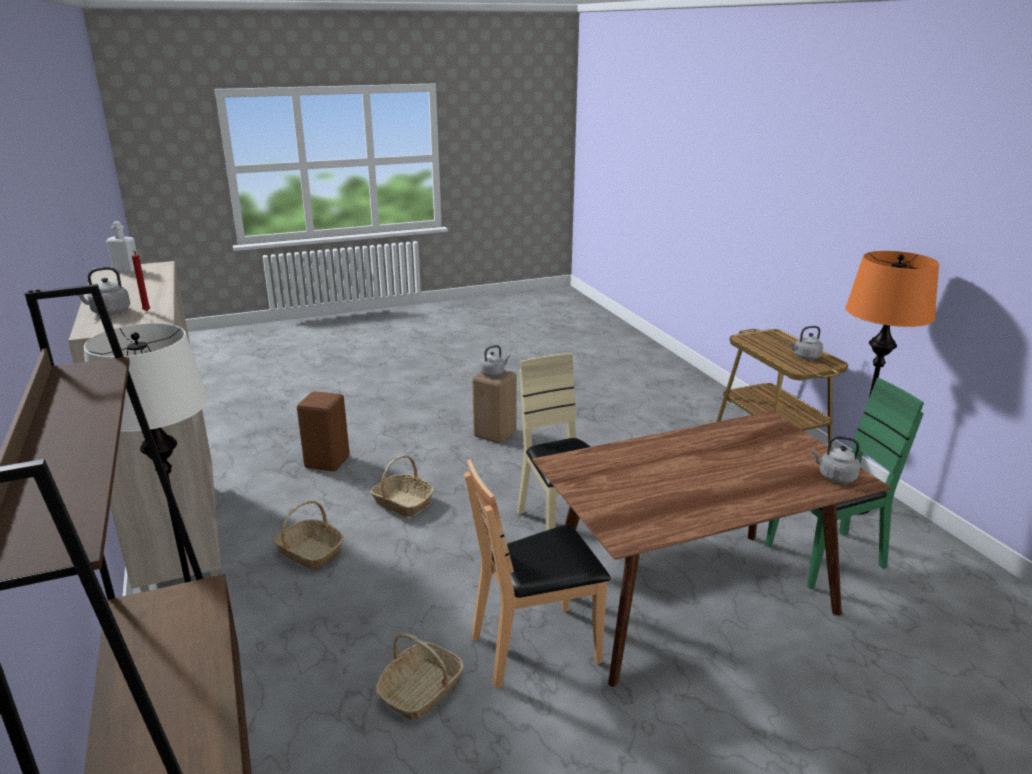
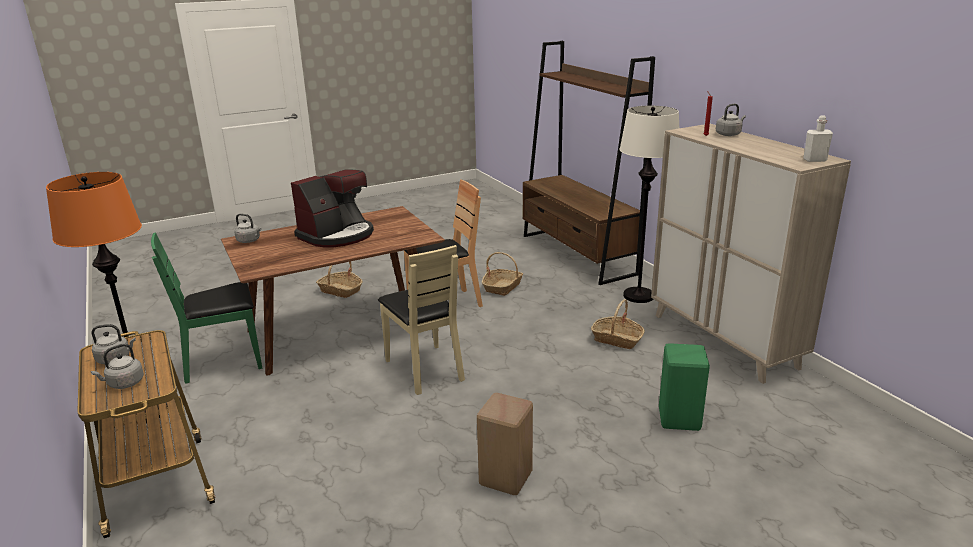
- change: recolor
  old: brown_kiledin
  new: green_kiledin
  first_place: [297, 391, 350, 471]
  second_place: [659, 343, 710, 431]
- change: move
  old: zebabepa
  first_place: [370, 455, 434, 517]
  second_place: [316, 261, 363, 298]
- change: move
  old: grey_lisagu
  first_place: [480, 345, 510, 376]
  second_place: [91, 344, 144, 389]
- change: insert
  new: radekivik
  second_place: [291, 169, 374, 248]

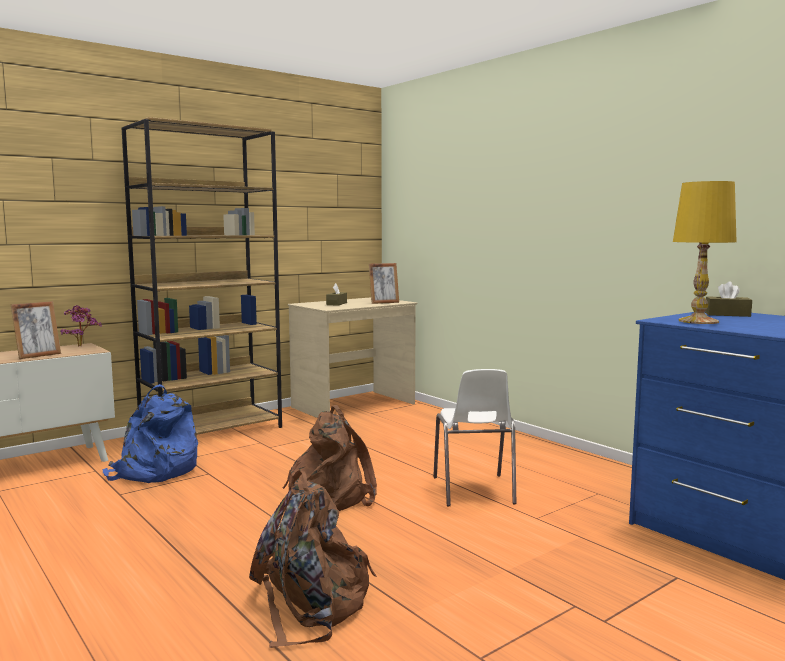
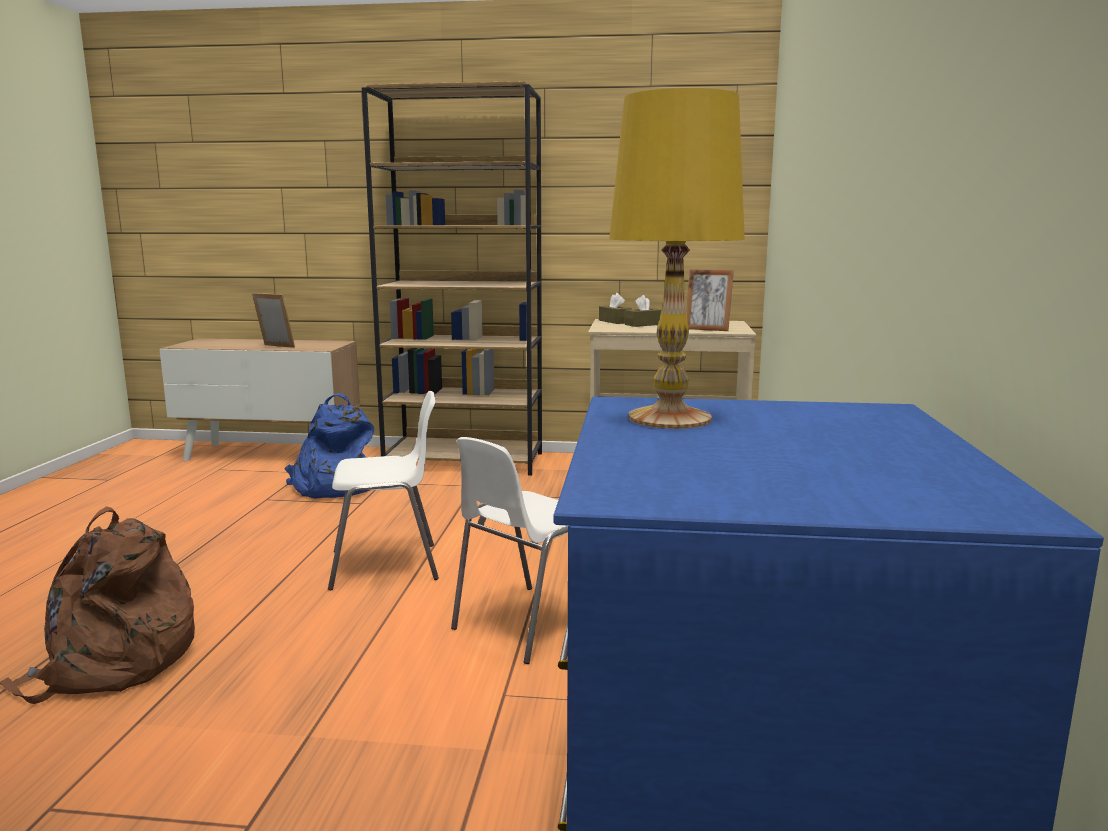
- change: rotate
  old: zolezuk
  first_place: [11, 301, 61, 359]
  second_place: [252, 293, 295, 348]
  degrees: -150
- change: delete
  old: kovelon
  first_place: [60, 305, 102, 347]
- change: replace
  old: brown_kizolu
  new: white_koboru
  first_place: [283, 405, 377, 511]
  second_place: [328, 391, 439, 590]
- change: move
  old: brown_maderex
  first_place: [705, 281, 752, 317]
  second_place: [599, 293, 632, 324]

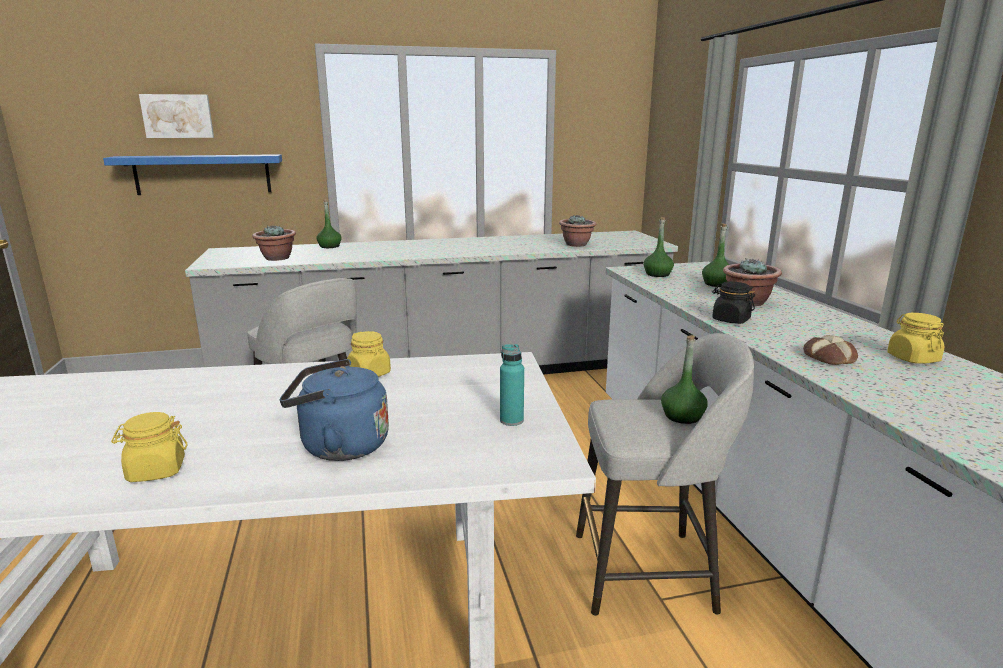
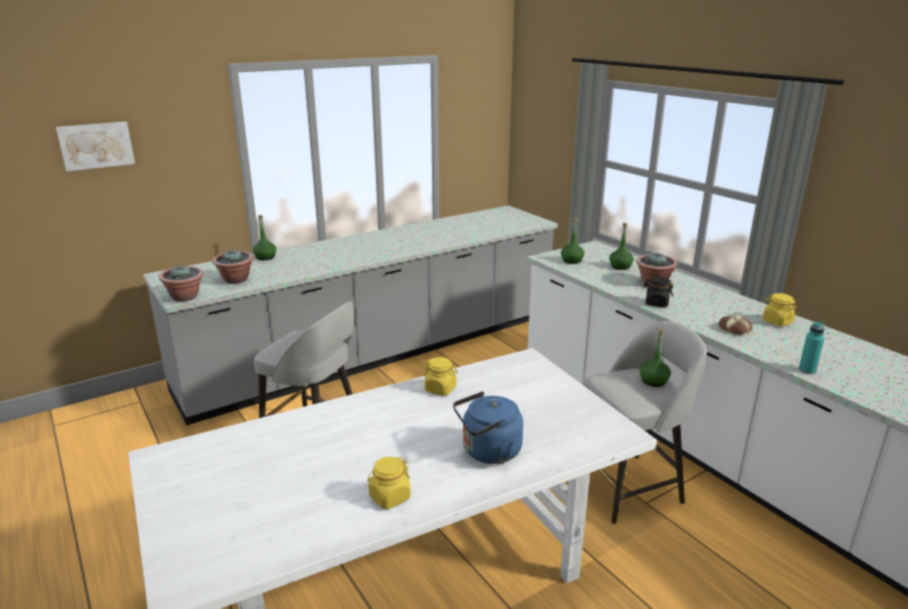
- change: delete
  old: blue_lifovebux
  first_place: [103, 154, 282, 195]
- change: move
  old: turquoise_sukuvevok
  first_place: [500, 344, 524, 426]
  second_place: [799, 321, 825, 374]
- change: move
  old: kovelon
  first_place: [559, 215, 596, 247]
  second_place: [159, 265, 203, 302]

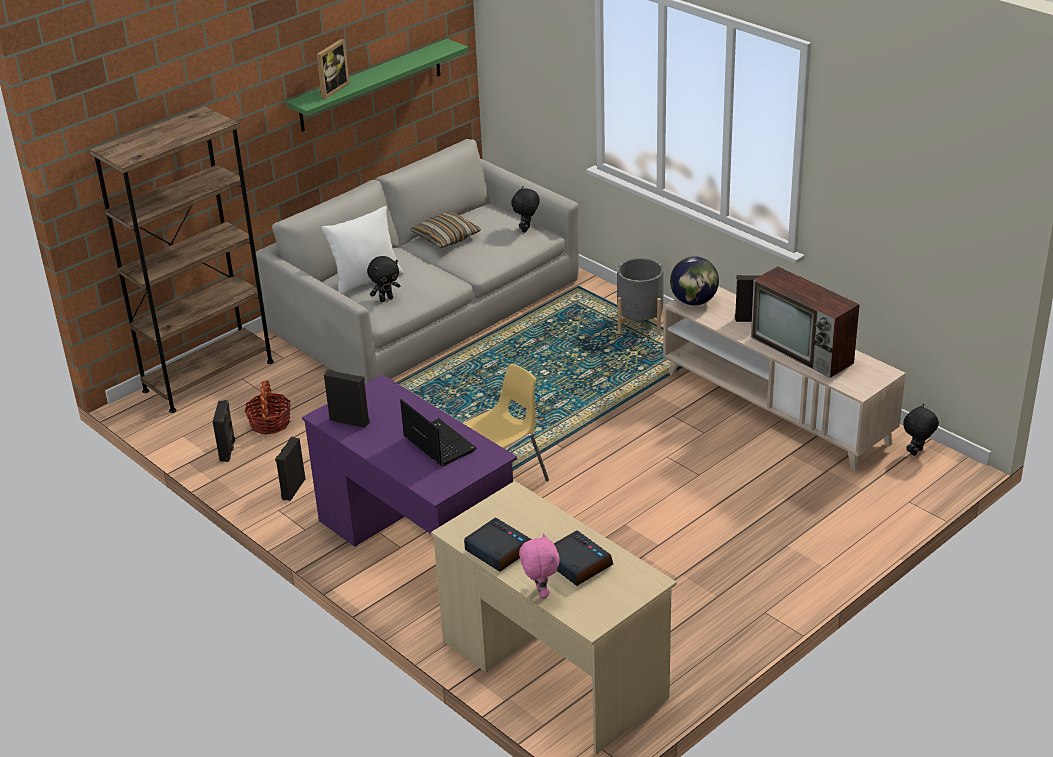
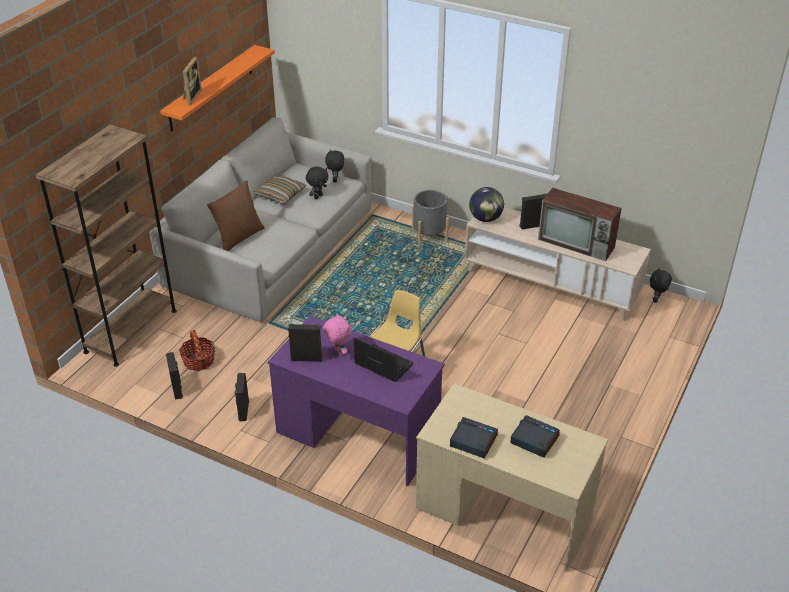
- change: recolor
  old: green_lifovebux
  new: orange_lifovebux
  first_place: [286, 39, 468, 132]
  second_place: [160, 45, 275, 132]
- change: recolor
  old: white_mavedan
  new: brown_mavedan
  first_place: [322, 206, 404, 294]
  second_place: [207, 180, 265, 251]
- change: move
  old: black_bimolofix
  first_place: [367, 256, 400, 302]
  second_place: [306, 166, 329, 199]
- change: move
  old: pink_bimolofix
  first_place: [519, 533, 560, 599]
  second_place: [323, 313, 352, 356]

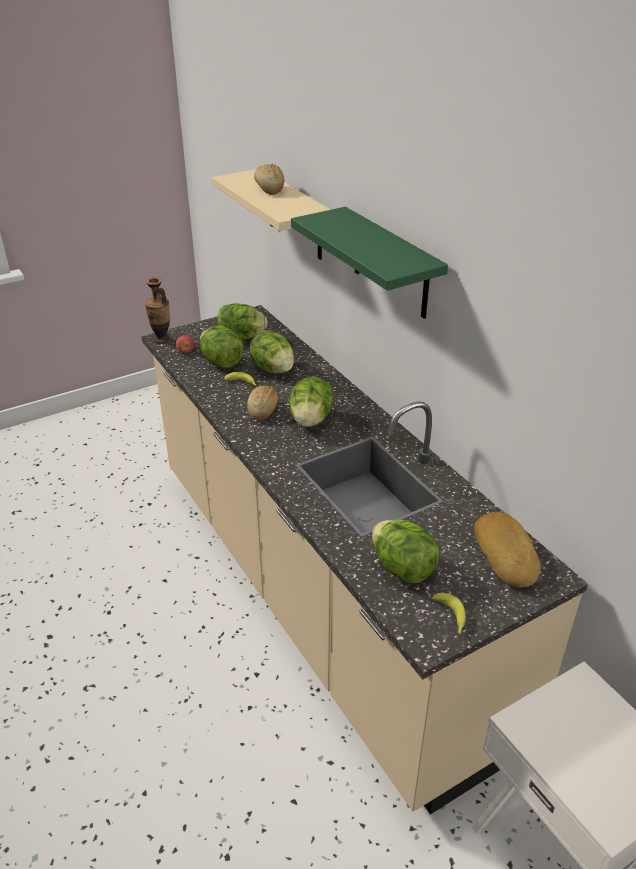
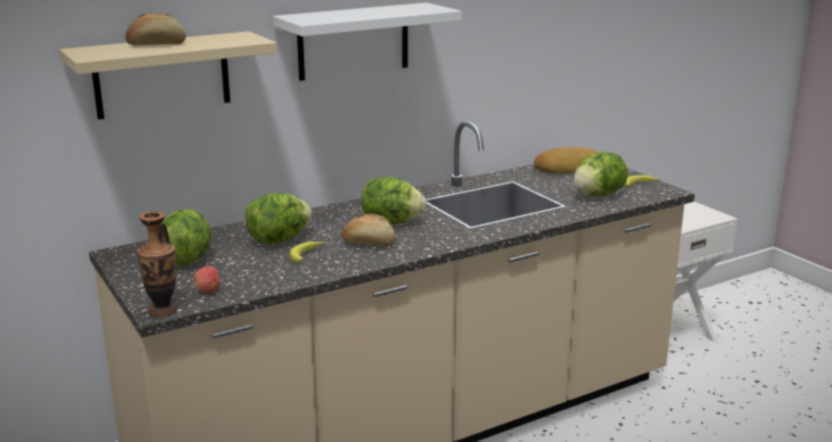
- change: delete
  old: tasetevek
  first_place: [200, 326, 244, 368]
- change: recolor
  old: green_lifovebux
  new: white_lifovebux
  first_place: [291, 207, 448, 319]
  second_place: [273, 3, 462, 81]

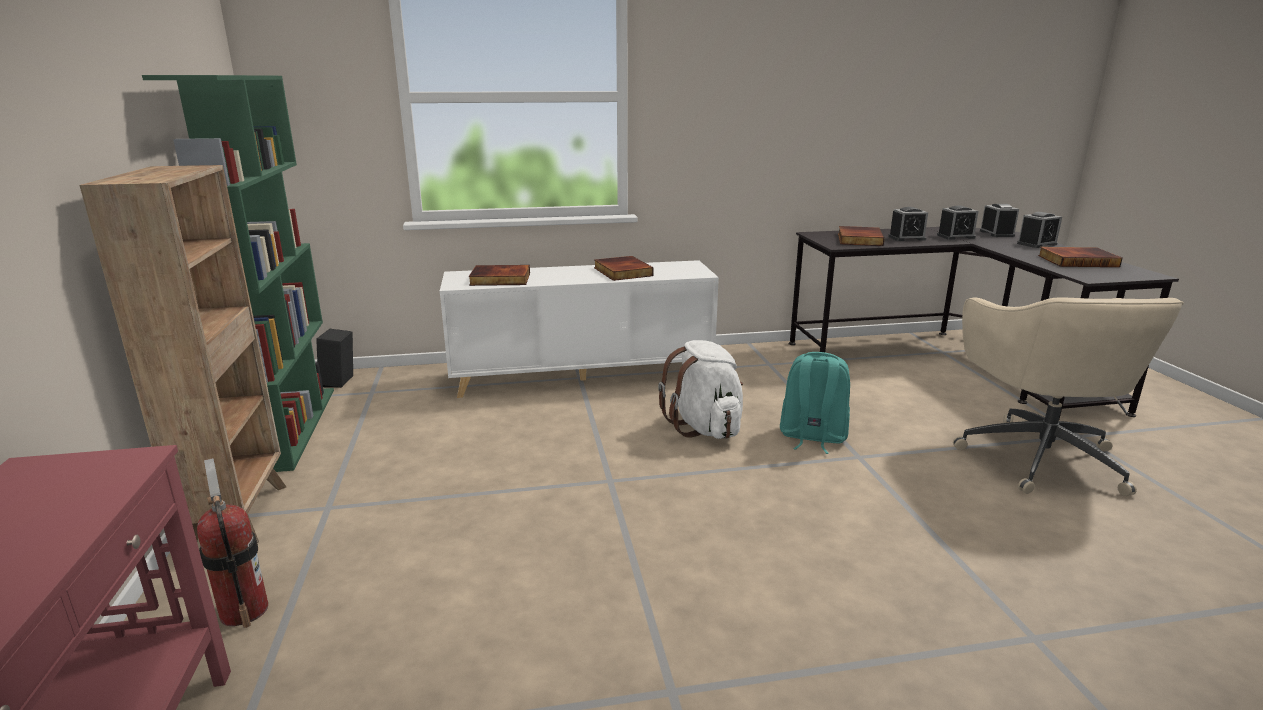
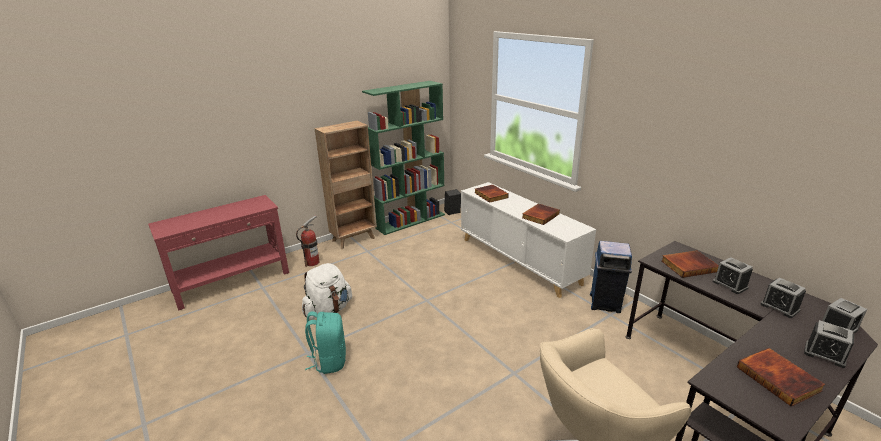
- change: move
  old: white_kizolu
  first_place: [658, 340, 743, 439]
  second_place: [302, 263, 352, 320]
- change: move
  old: turquoise_kizolu
  first_place: [780, 352, 850, 454]
  second_place: [305, 311, 346, 374]
- change: insert
  new: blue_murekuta
  second_place: [590, 241, 632, 313]

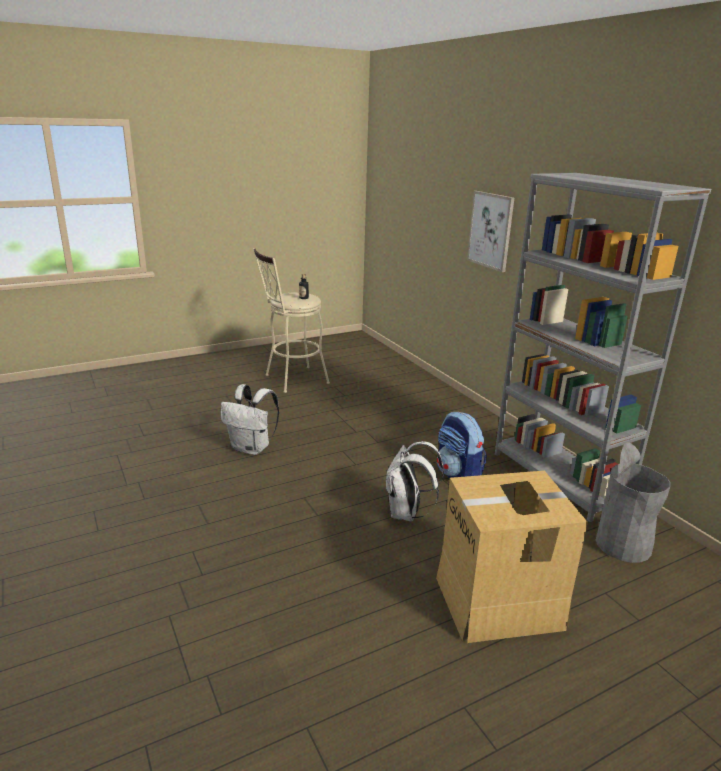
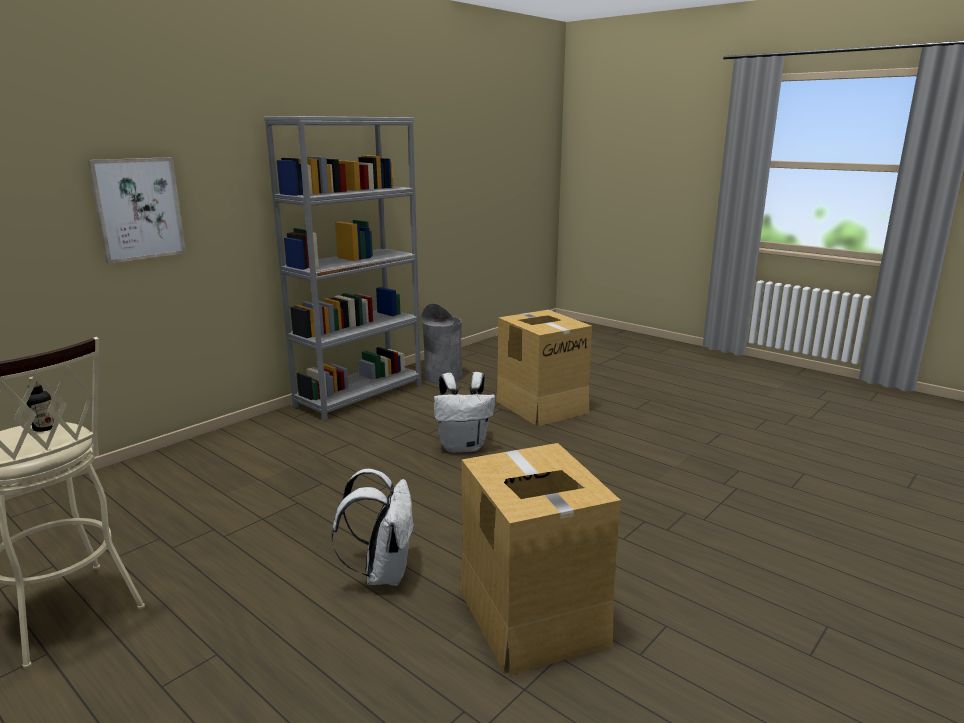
- change: delete
  old: kizolu
  first_place: [437, 412, 487, 478]
- change: insert
  new: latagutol
  second_place: [460, 443, 621, 676]

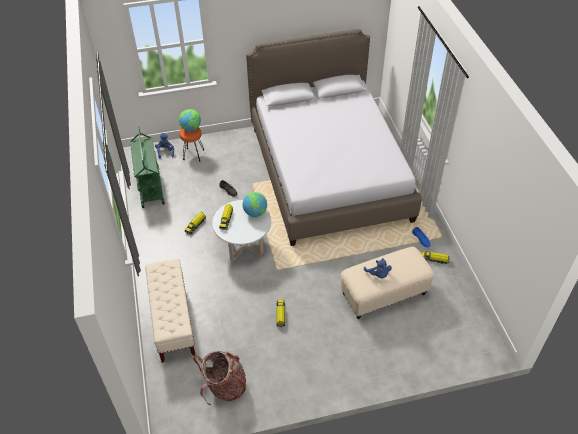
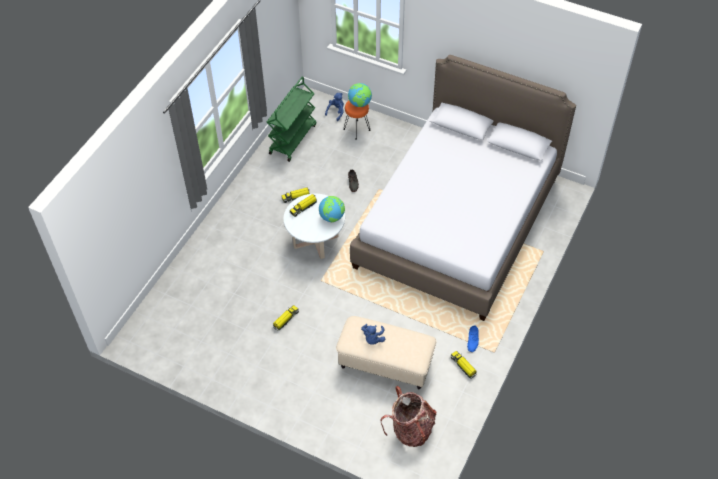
- change: delete
  old: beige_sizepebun
  first_place: [145, 259, 196, 363]
- change: move
  old: kizolu
  first_place: [193, 351, 246, 405]
  second_place: [380, 386, 437, 447]

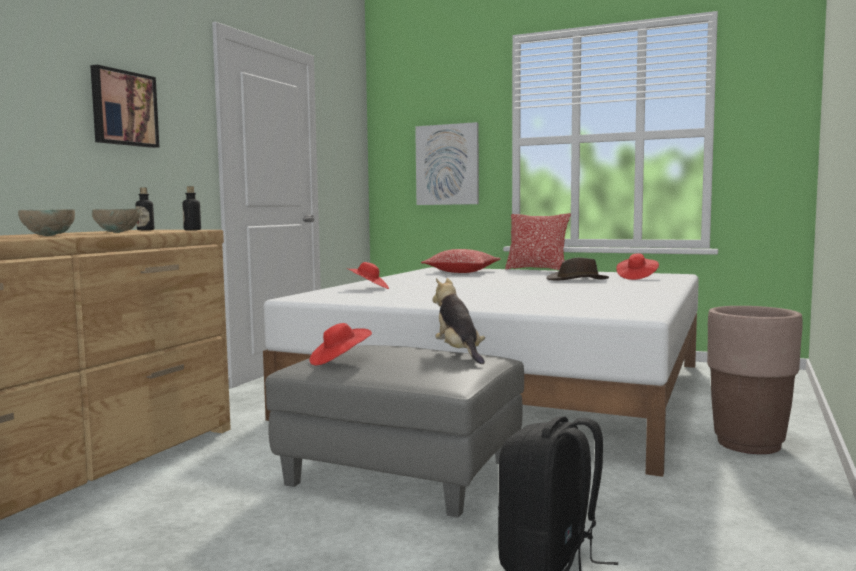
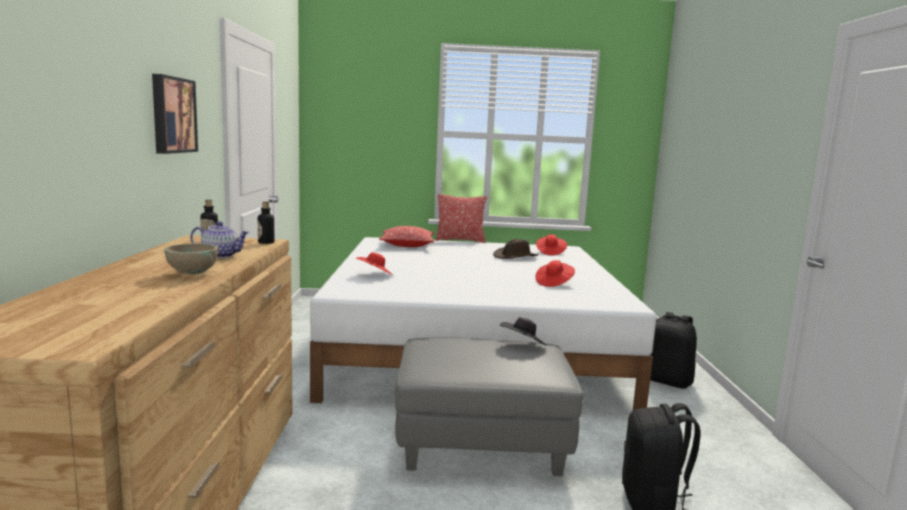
- change: replace
  old: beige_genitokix
  new: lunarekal
  first_place: [92, 209, 140, 233]
  second_place: [190, 221, 249, 258]
- change: move
  old: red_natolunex
  first_place: [309, 323, 372, 366]
  second_place: [535, 260, 575, 287]
- change: delete
  old: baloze
  first_place: [415, 122, 479, 205]
- change: replace
  old: bimolofix
  new: black_natolunex
  first_place: [432, 278, 485, 364]
  second_place: [500, 317, 546, 345]
- change: replace
  old: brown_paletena
  new: black_kizolu
  first_place: [707, 306, 803, 454]
  second_place: [650, 312, 697, 389]

